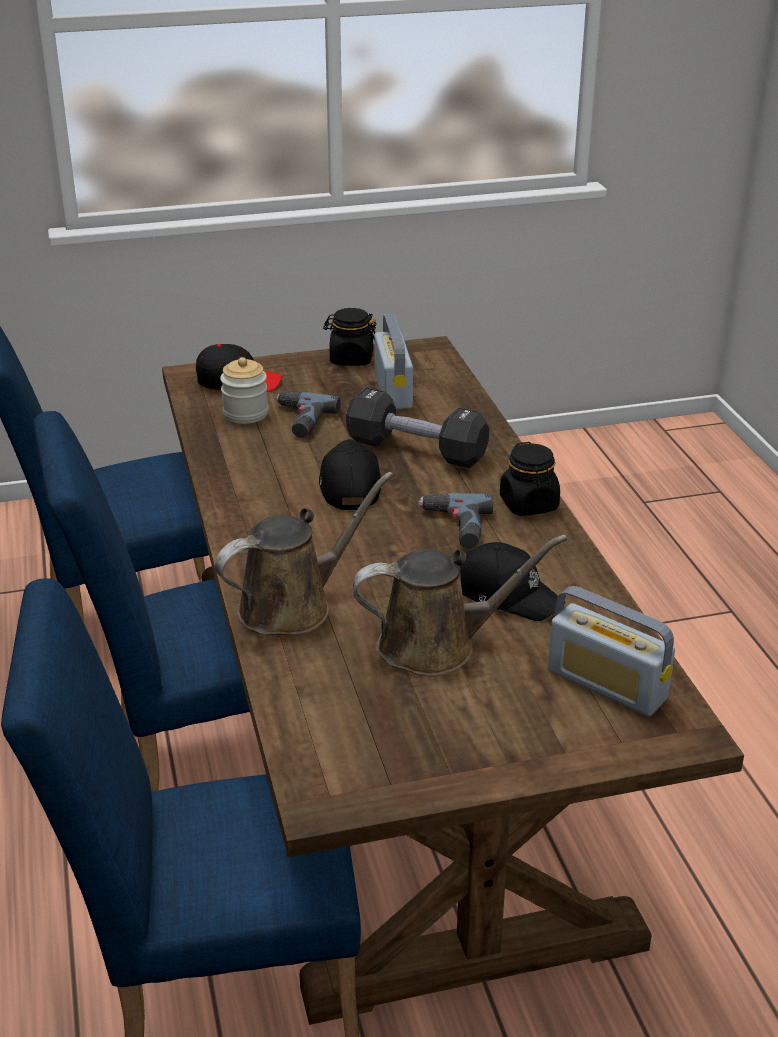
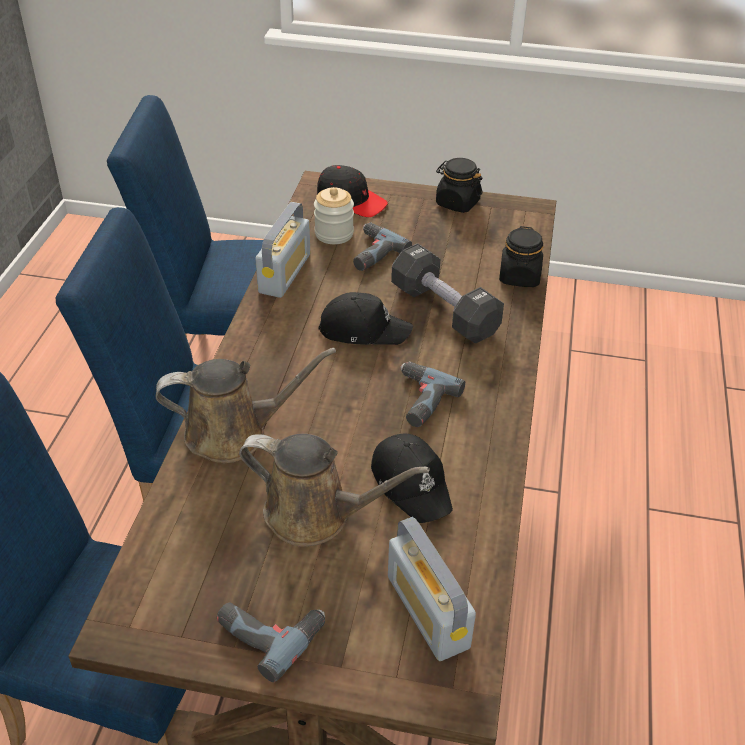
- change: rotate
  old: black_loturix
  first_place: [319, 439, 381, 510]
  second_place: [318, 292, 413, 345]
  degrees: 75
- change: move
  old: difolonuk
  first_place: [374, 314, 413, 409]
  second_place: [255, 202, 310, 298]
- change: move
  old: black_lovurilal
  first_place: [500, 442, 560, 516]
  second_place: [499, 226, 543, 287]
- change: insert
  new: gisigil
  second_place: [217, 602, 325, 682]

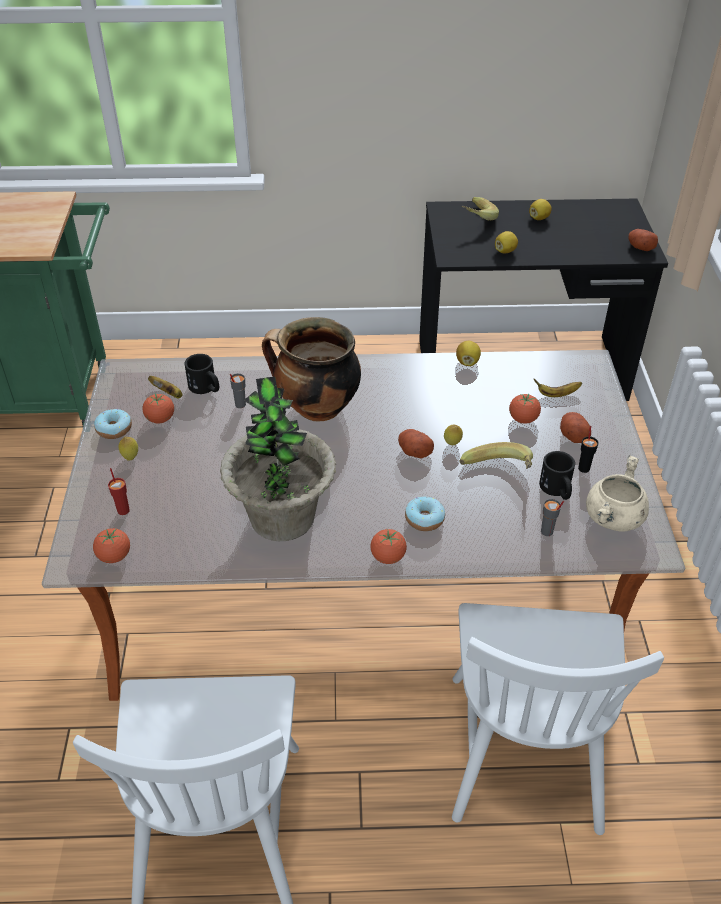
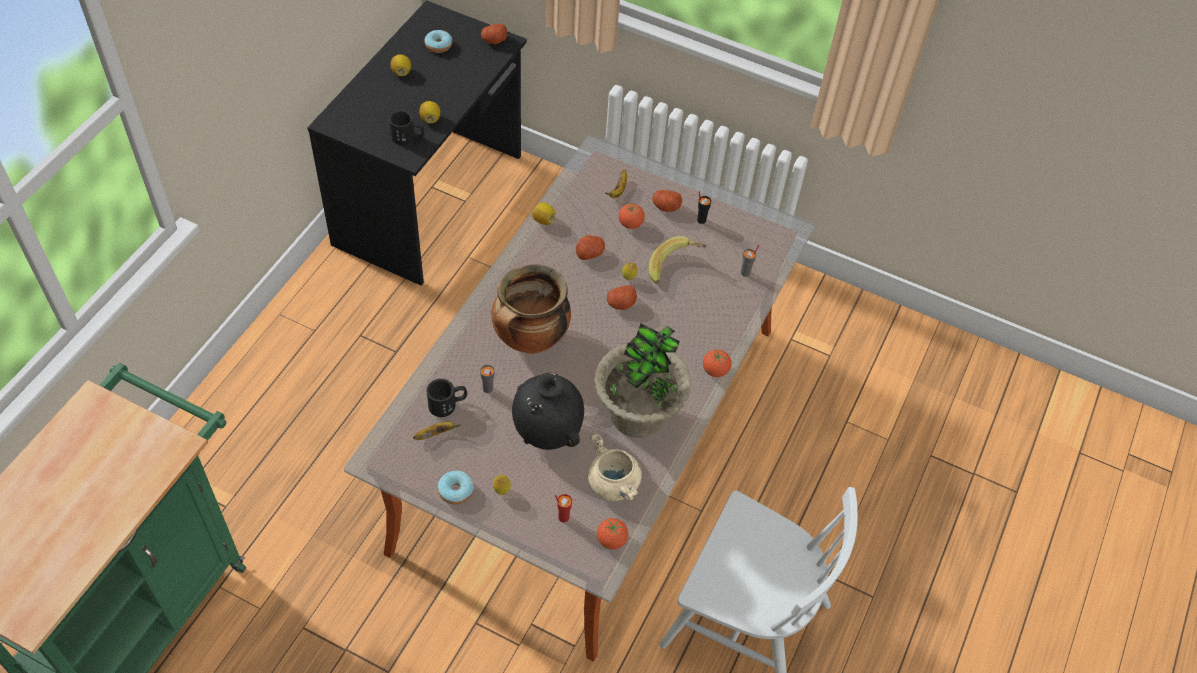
- change: delete
  old: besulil
  first_place: [142, 394, 174, 423]
- change: move
  old: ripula
  first_place: [405, 497, 445, 531]
  second_place: [424, 30, 452, 53]
- change: delete
  old: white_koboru
  first_place: [452, 603, 664, 835]
- change: delete
  old: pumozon
  first_place: [462, 197, 499, 220]
- change: move
  old: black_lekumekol
  first_place: [539, 451, 575, 500]
  second_place: [389, 110, 424, 145]
- change: move
  old: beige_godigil
  first_place: [586, 455, 649, 532]
  second_place: [588, 433, 642, 501]
- change: insert
  new: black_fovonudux
  second_place: [512, 373, 584, 450]
- change: insert
  new: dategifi
  second_place: [576, 235, 605, 260]

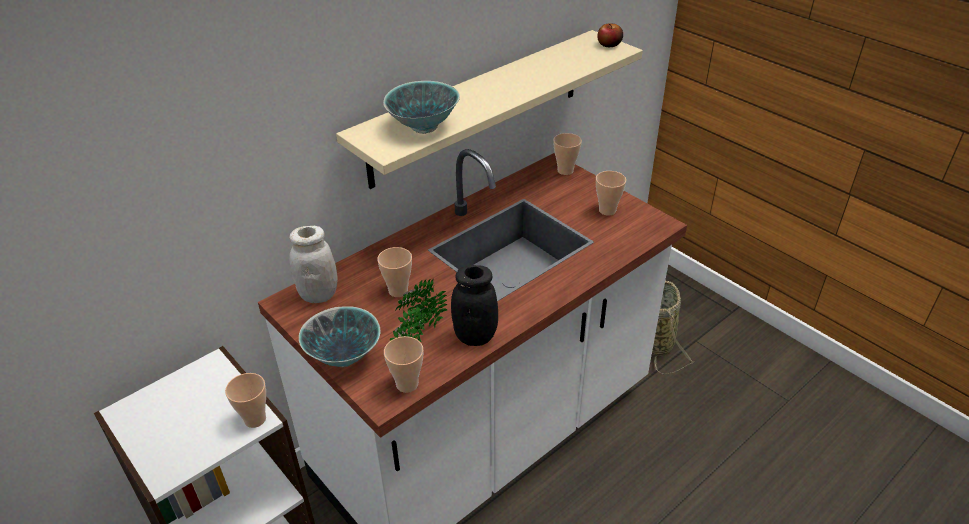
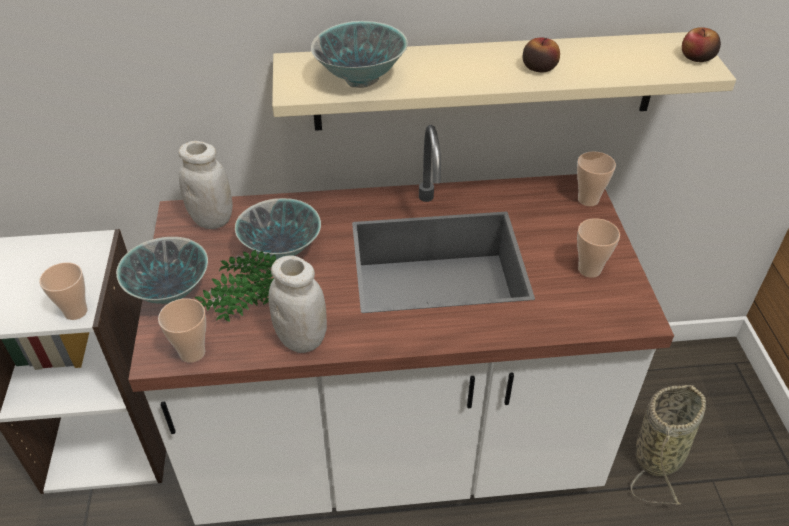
- change: replace
  old: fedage
  new: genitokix
  first_place: [377, 247, 412, 297]
  second_place: [235, 198, 321, 261]
- change: recolor
  old: black_lovurilal
  new: white_lovurilal
  first_place: [451, 265, 498, 346]
  second_place: [269, 255, 327, 353]
- change: insert
  new: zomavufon
  second_place: [523, 37, 560, 72]

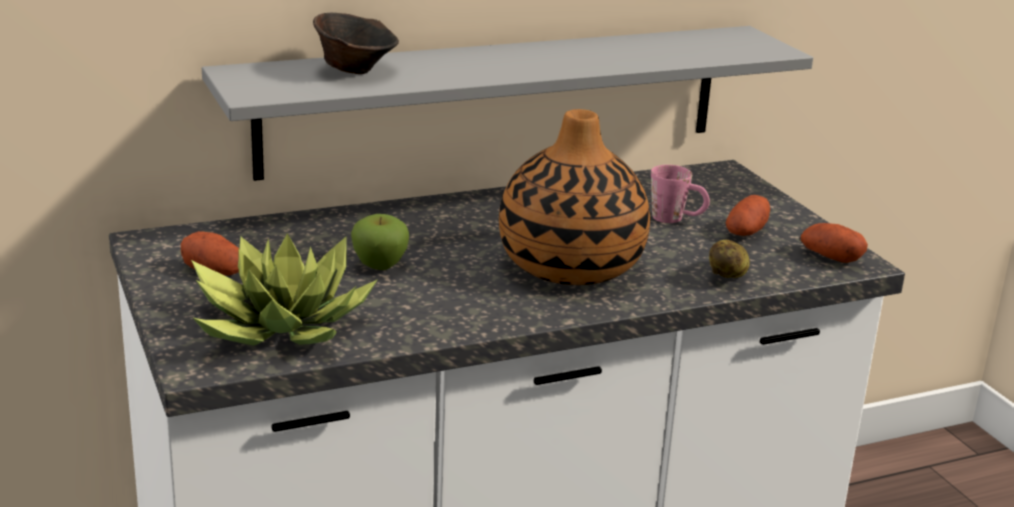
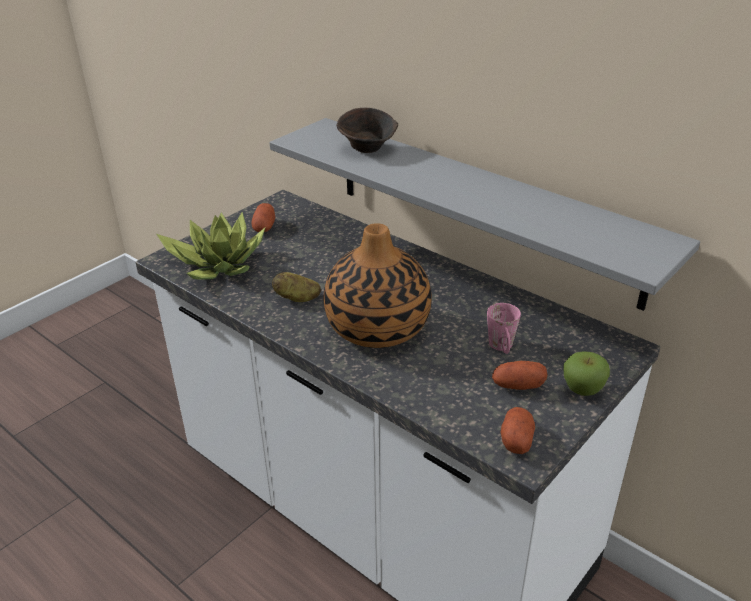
- change: move
  old: zomavufon
  first_place: [351, 214, 409, 270]
  second_place: [563, 351, 610, 396]
- change: move
  old: dategifi
  first_place: [709, 240, 750, 278]
  second_place: [272, 272, 321, 302]

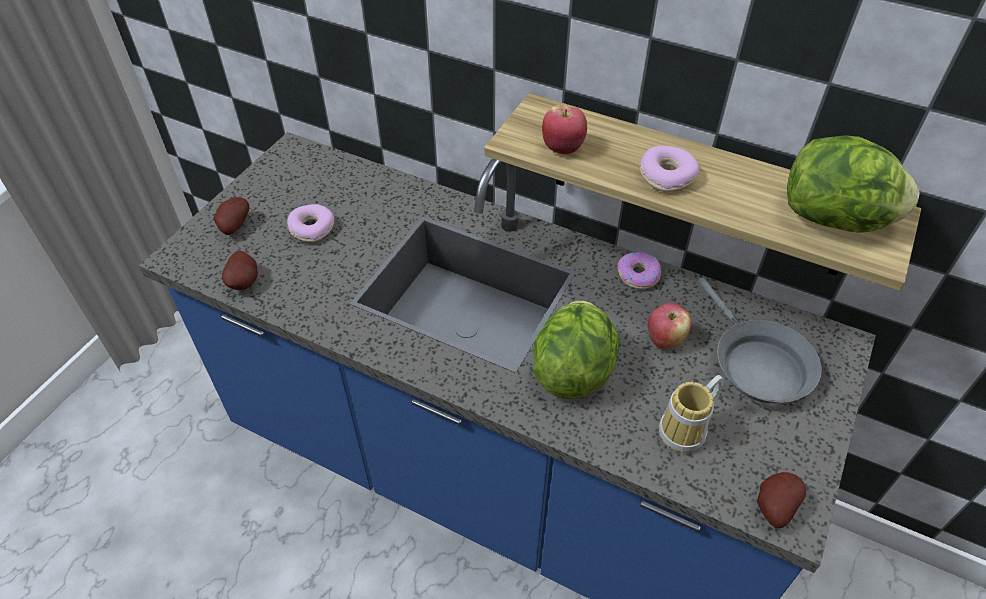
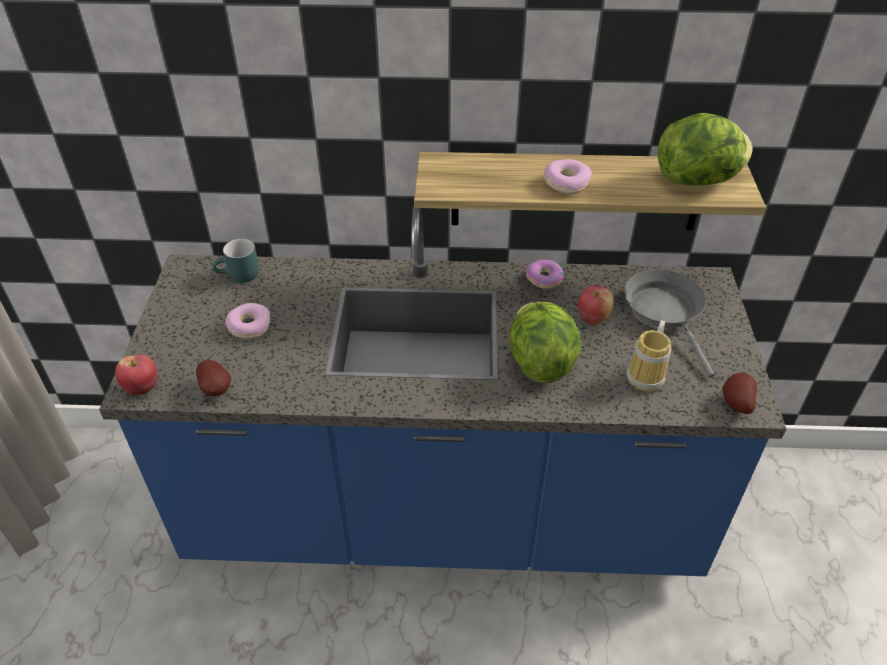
- change: delete
  old: dategifi
  first_place: [214, 197, 249, 235]
- change: move
  old: zomavufon
  first_place: [542, 105, 587, 154]
  second_place: [115, 355, 158, 395]
- change: rotate
  old: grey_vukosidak
  first_place: [698, 277, 822, 403]
  second_place: [624, 269, 715, 378]
  degrees: -150
- change: insert
  new: turquoise_lekumekol
  second_place: [212, 239, 259, 283]

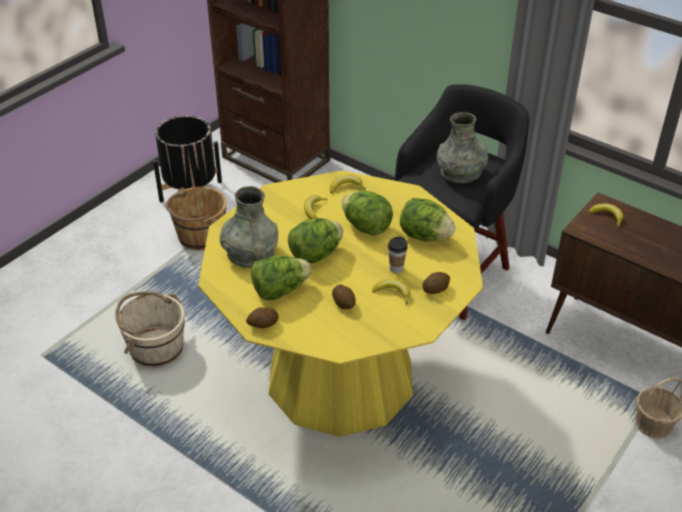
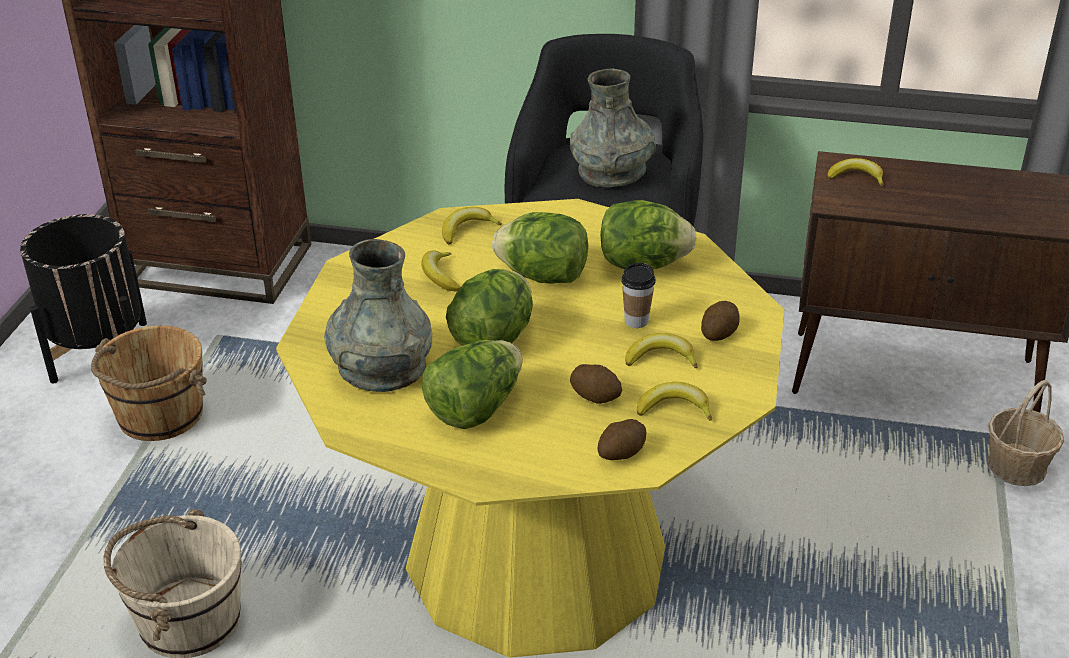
- change: move
  old: dategifi
  first_place: [246, 307, 279, 328]
  second_place: [598, 419, 647, 460]
- change: insert
  new: pumozon
  second_place: [637, 382, 712, 420]

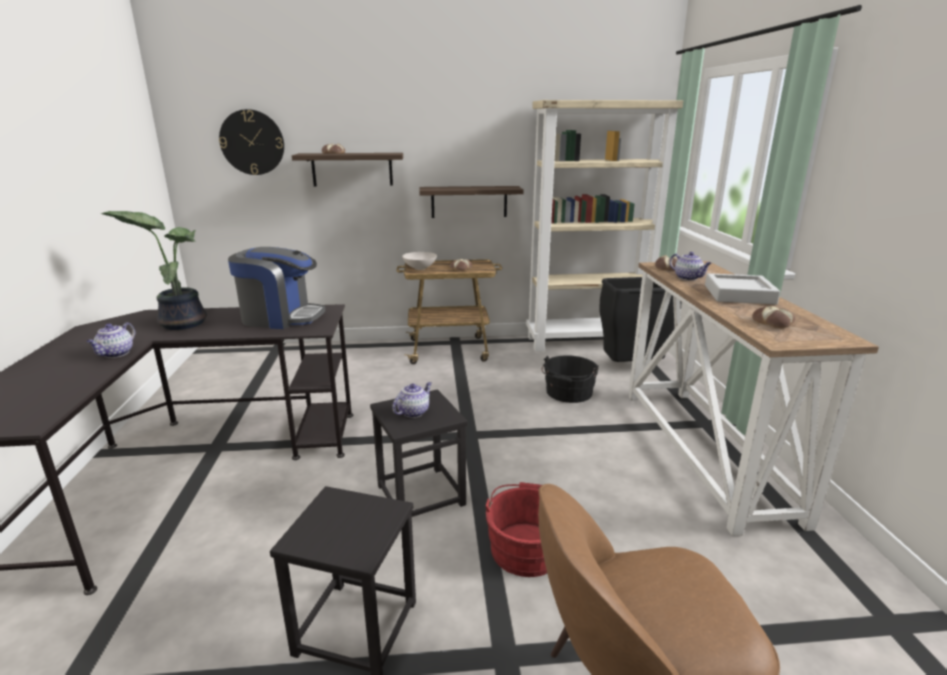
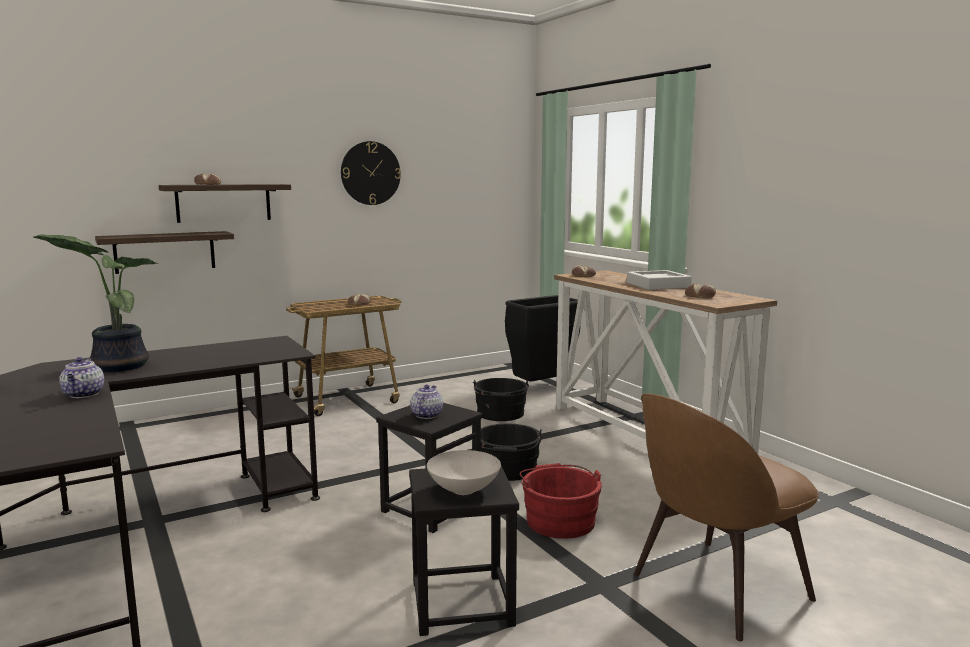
- change: move
  old: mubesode
  first_place: [219, 109, 284, 175]
  second_place: [341, 141, 401, 205]
- change: delete
  old: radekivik
  first_place: [228, 247, 325, 329]
- change: move
  old: white_genitokix
  first_place: [402, 252, 437, 270]
  second_place: [427, 450, 501, 495]
- change: move
  old: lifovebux
  first_place: [419, 186, 524, 218]
  second_place: [95, 231, 234, 274]
- change: delete
  old: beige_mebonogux
  first_place: [526, 100, 683, 351]
- change: delete
  old: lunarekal
  first_place: [670, 252, 712, 280]
- change: insert
  new: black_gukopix
  second_place: [481, 423, 543, 481]

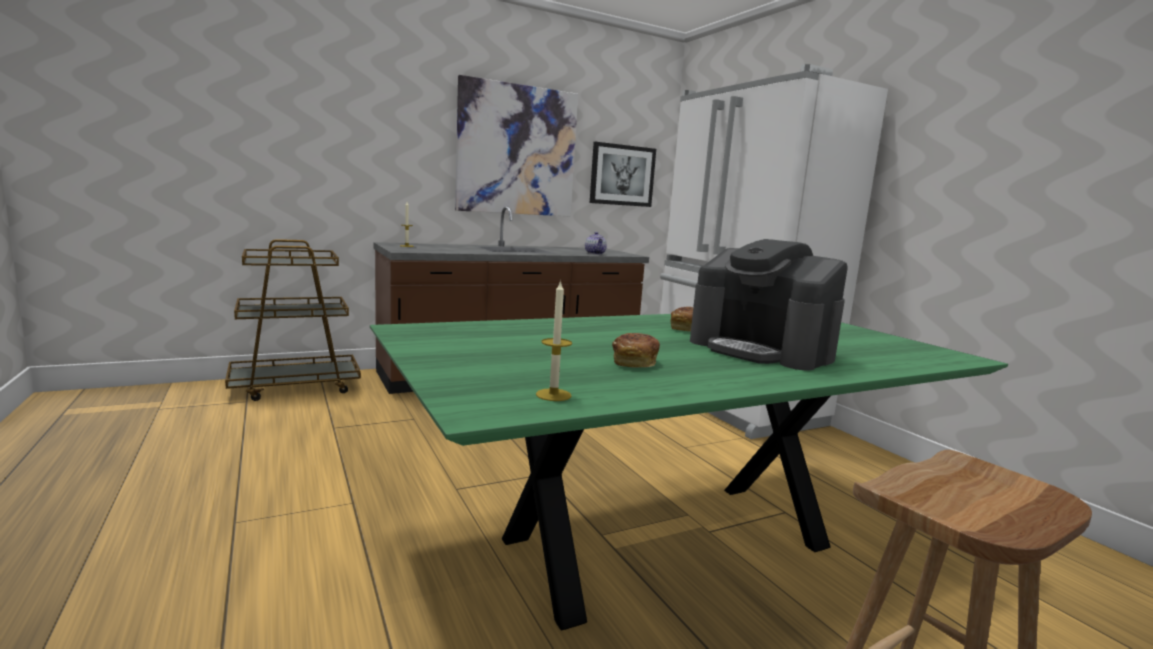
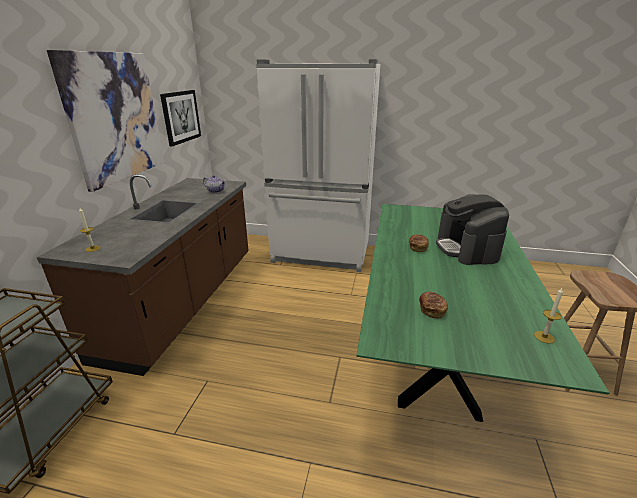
- change: move
  old: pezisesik
  first_place: [612, 333, 660, 367]
  second_place: [419, 292, 448, 319]
- change: rotate
  old: radekivik
  first_place: [690, 239, 848, 370]
  second_place: [436, 194, 509, 265]
  degrees: 90

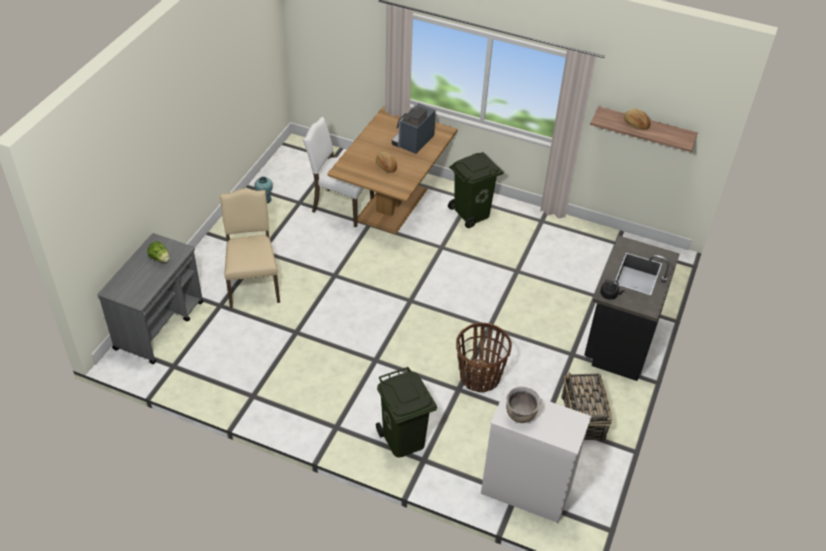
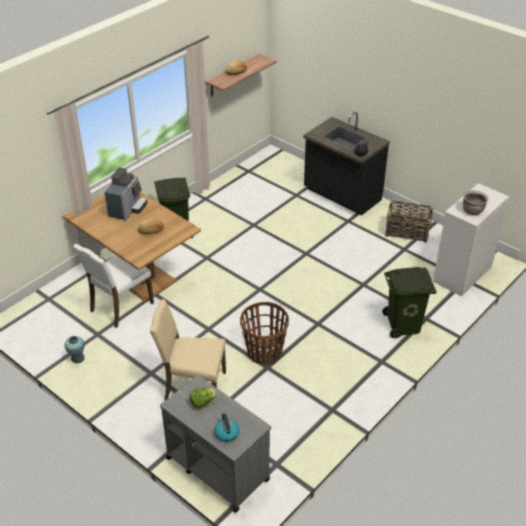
- change: rotate
  old: radekivik
  first_place: [392, 102, 436, 154]
  second_place: [105, 167, 147, 221]
  degrees: -120
- change: move
  old: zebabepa
  first_place: [456, 323, 512, 392]
  second_place: [240, 302, 289, 365]
- change: insert
  new: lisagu
  second_place: [214, 412, 239, 442]

